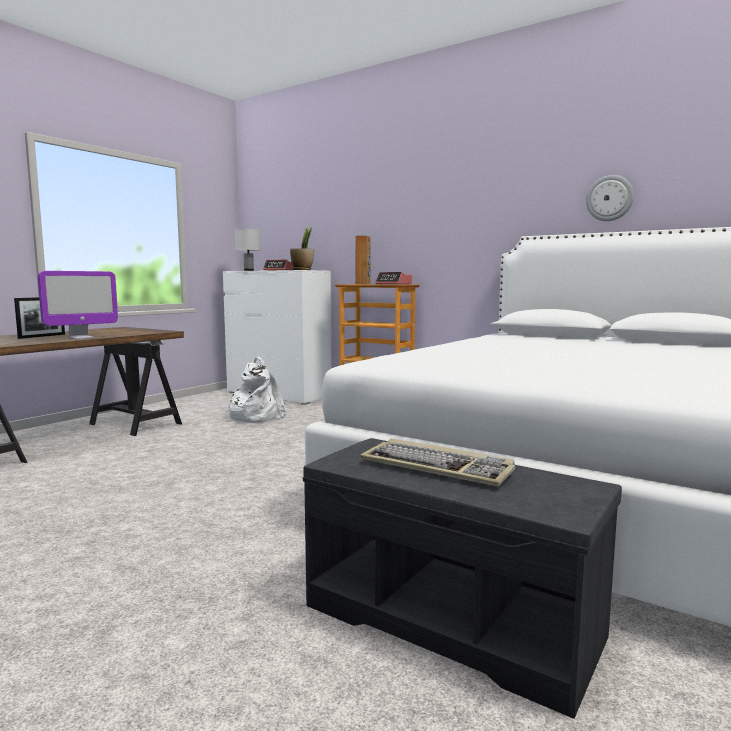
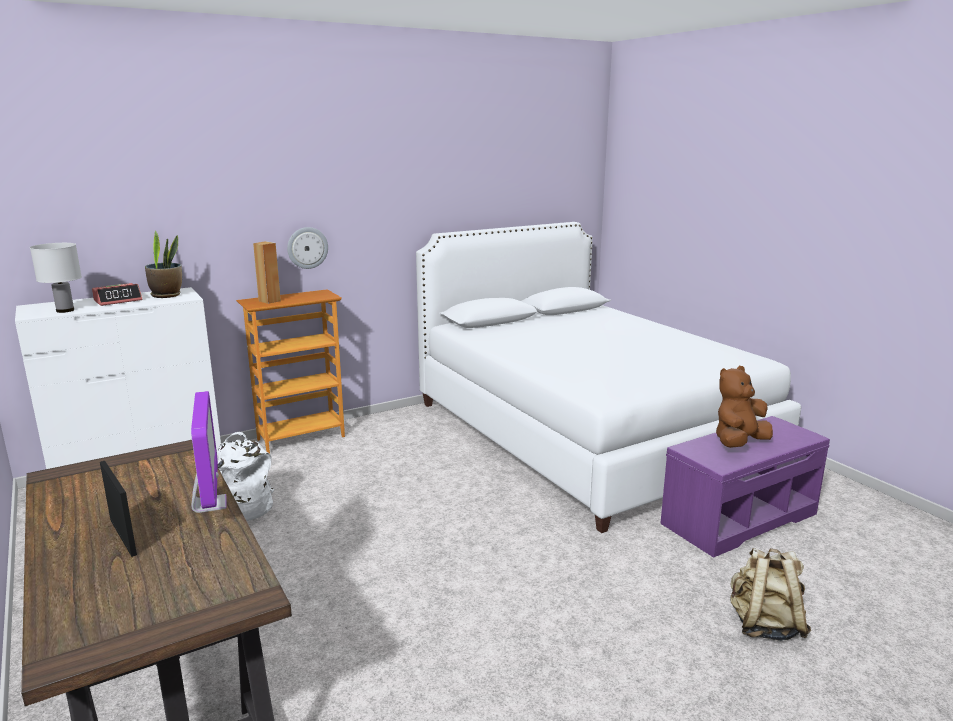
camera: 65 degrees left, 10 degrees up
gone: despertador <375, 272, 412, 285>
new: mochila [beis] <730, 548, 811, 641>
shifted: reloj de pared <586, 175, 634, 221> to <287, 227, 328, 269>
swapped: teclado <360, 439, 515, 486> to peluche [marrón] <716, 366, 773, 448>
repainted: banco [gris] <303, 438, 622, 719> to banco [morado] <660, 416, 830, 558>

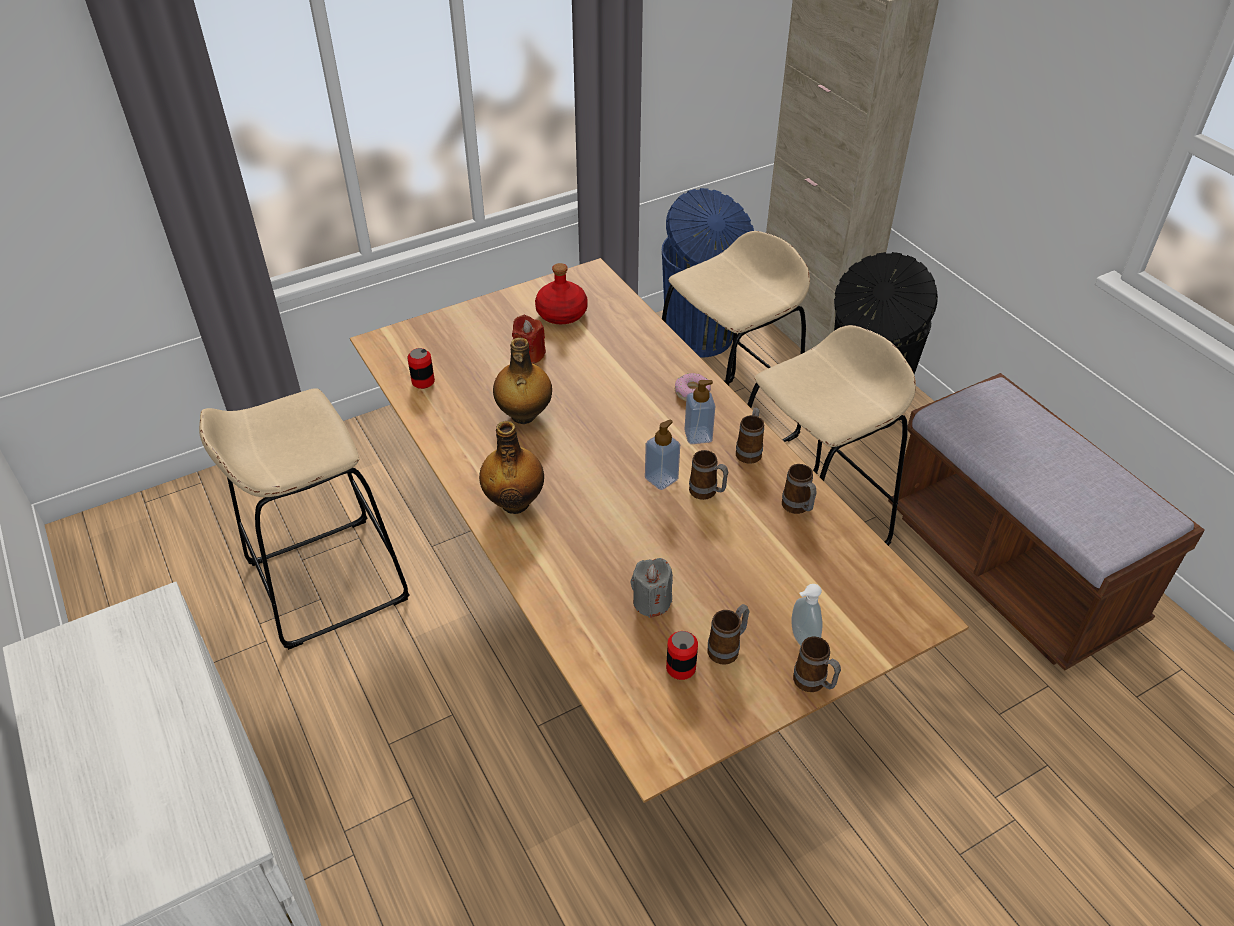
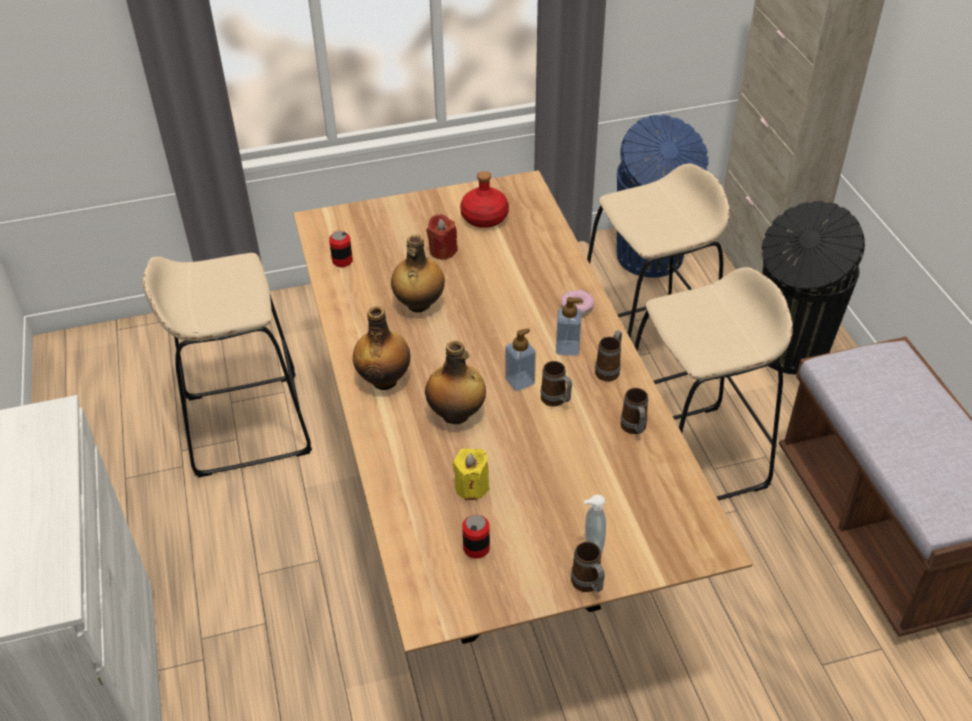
camera: 15 degrees right, 0 degrees up
gone: taza grande <707, 604, 750, 665>
new: botella <425, 340, 486, 424>
repainted: vela [gris] <630, 558, 673, 618> to vela [amarillo] <452, 448, 490, 501>

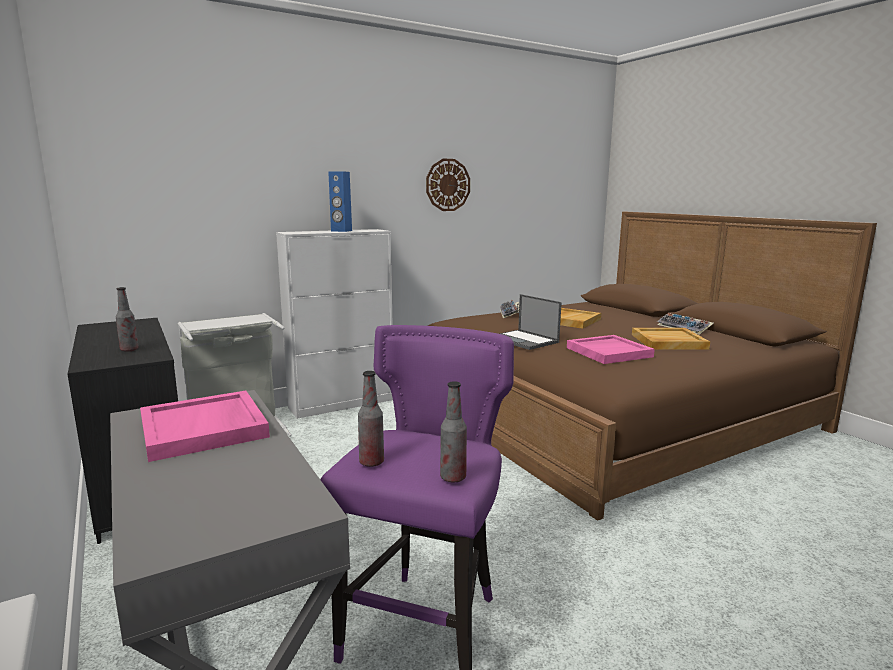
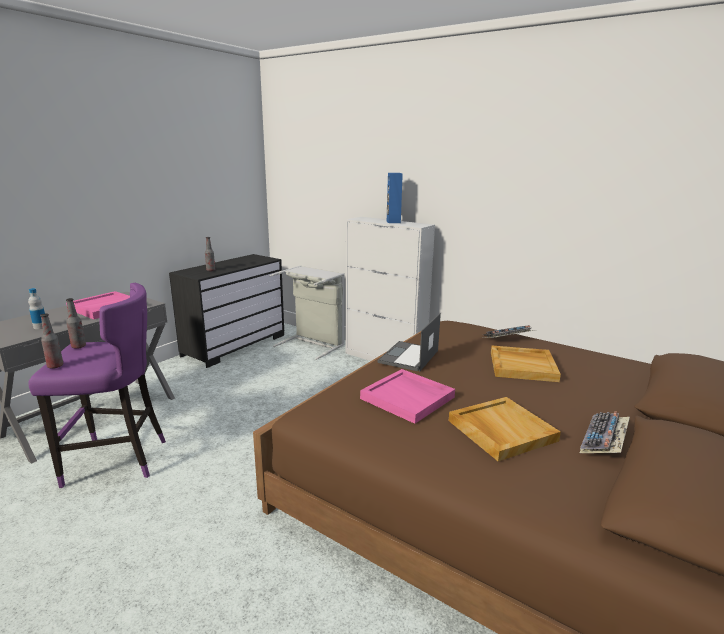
camera: 65 degrees right, 5 degrees up
gone: reloj de pared <426, 159, 470, 211>
new: botella <28, 288, 45, 329>

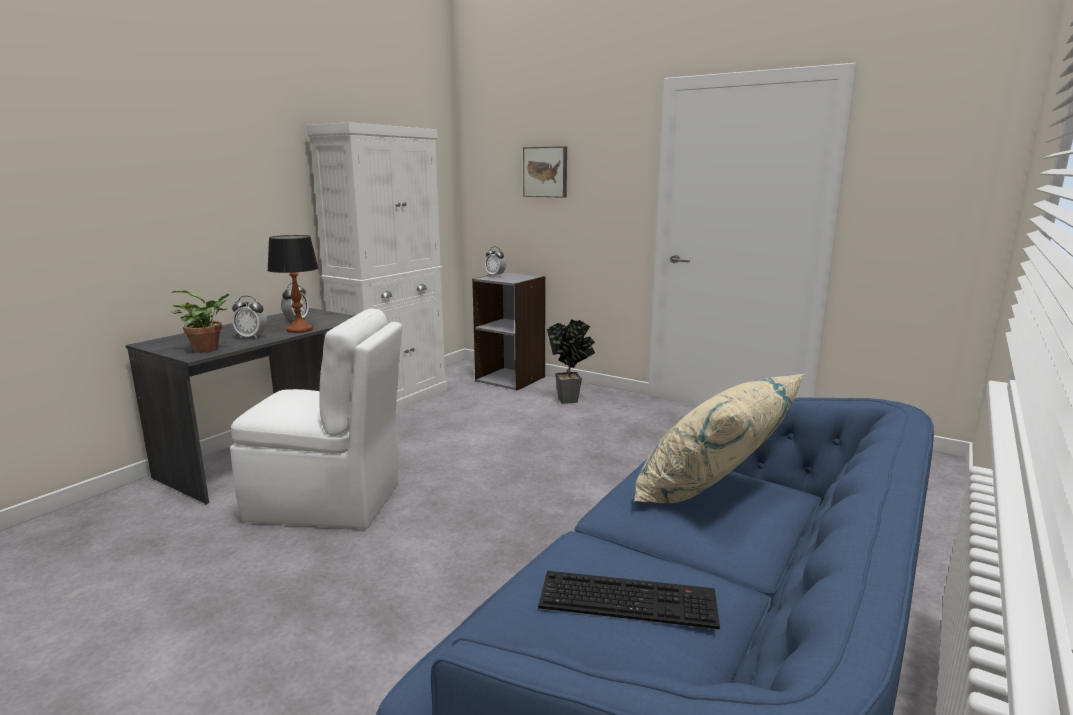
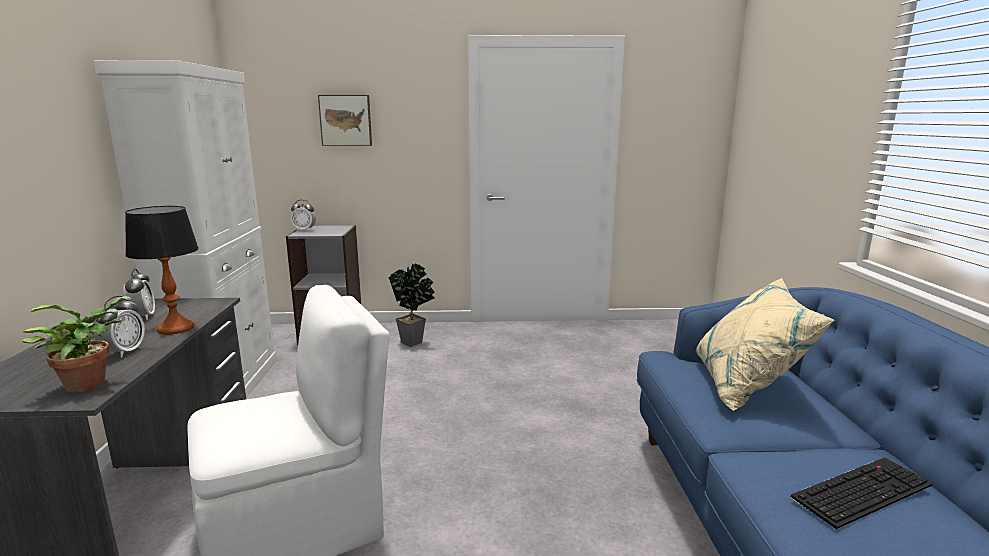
camera: 35 degrees left, 0 degrees up
rotated: despertador <232, 296, 267, 339> = <94, 296, 145, 358> 60 degrees counterclockwise

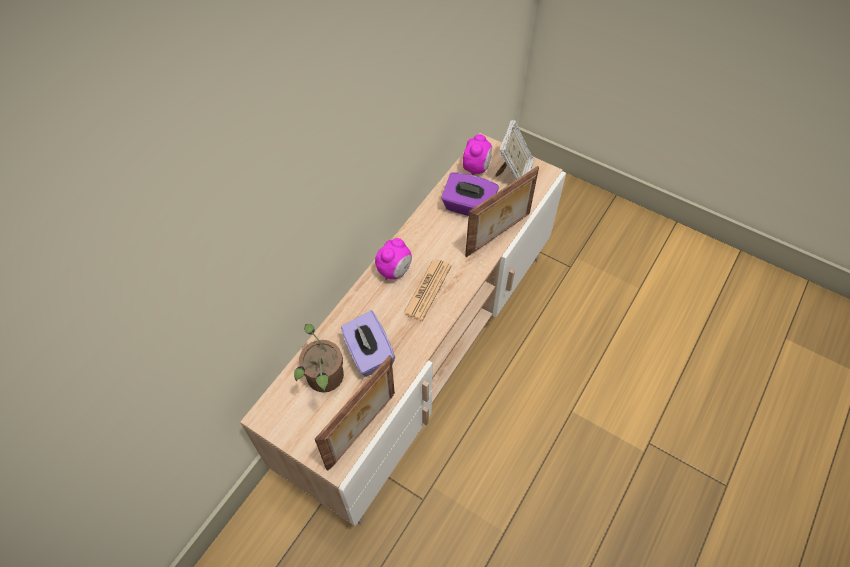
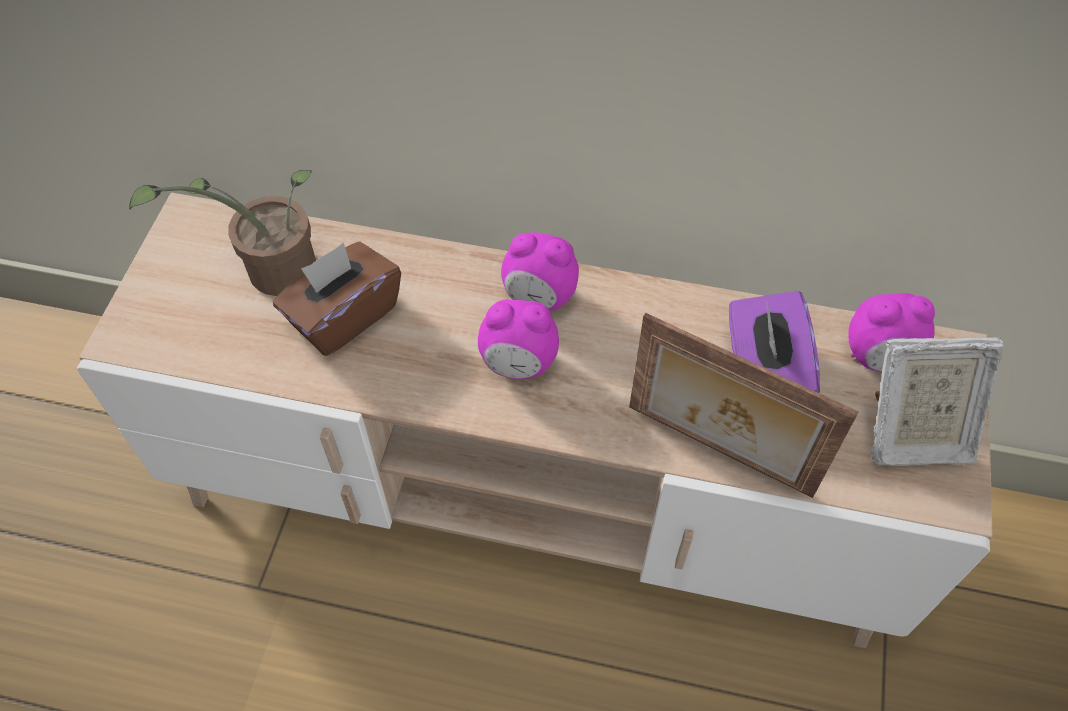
camera: 70 degrees right, 0 degrees up
gone: portarretratos <315, 355, 395, 471>
swapped: periódico <403, 259, 452, 321> to despertador <478, 299, 559, 379>
repainted: caja de pañuelos [morado] <341, 310, 395, 377> to caja de pañuelos [marrón] <273, 242, 401, 356>

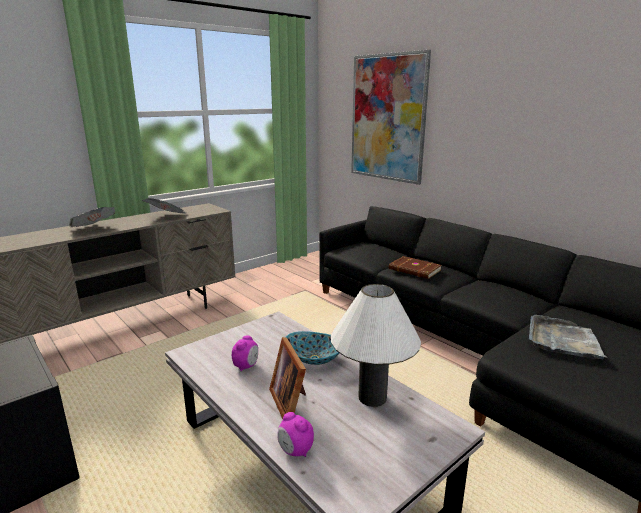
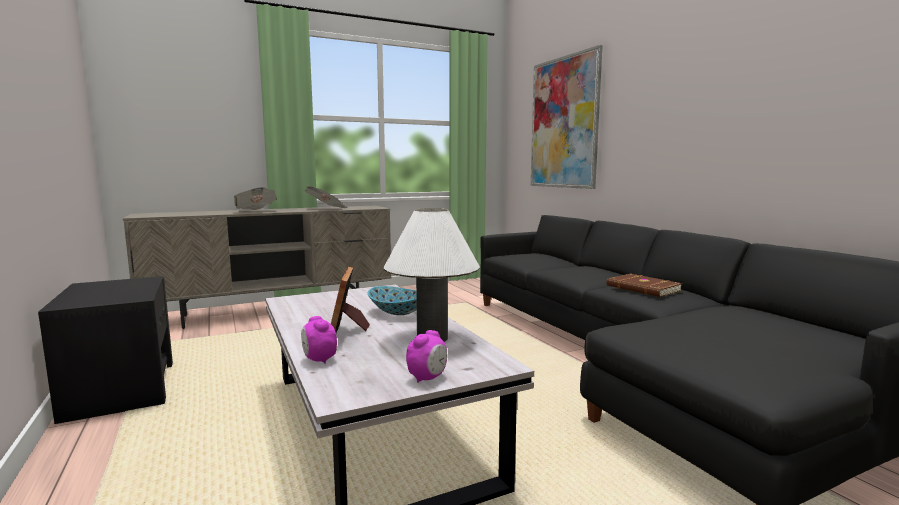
camera: 15 degrees right, 10 degrees down
gone: bandeja [gris] <529, 315, 607, 359>
shifted: despertador <232, 336, 258, 371> to <406, 330, 447, 383>; libro [marrón] <389, 256, 442, 279> to <607, 274, 682, 297>

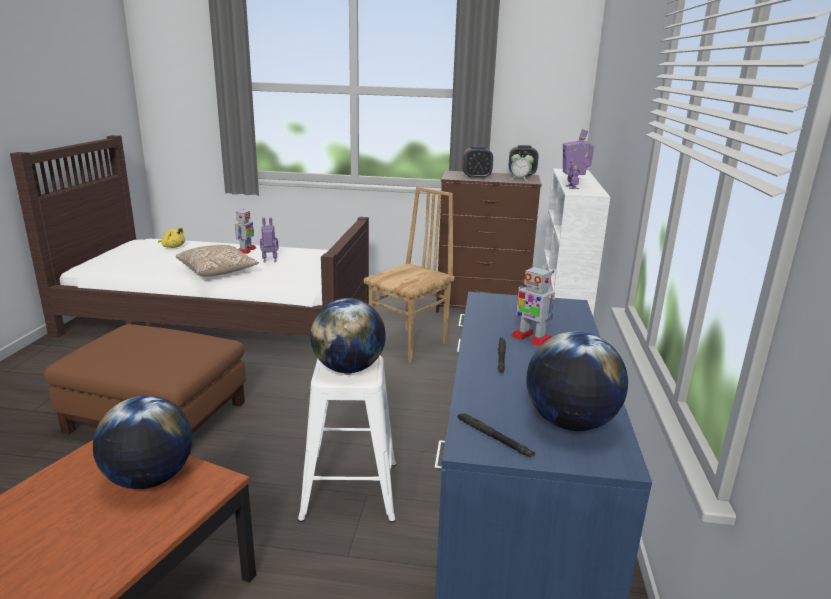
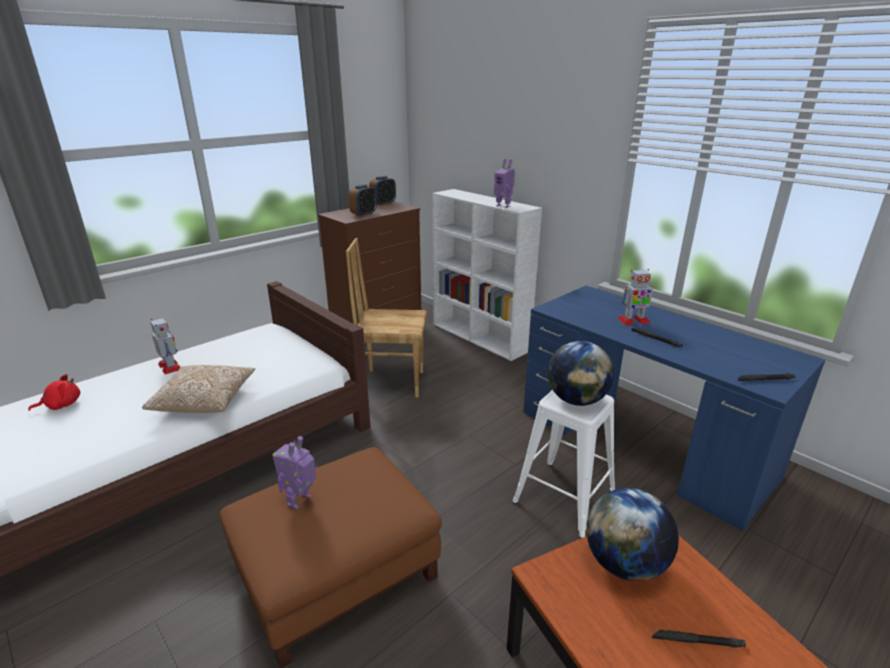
camera: 50 degrees left, 5 degrees up
gone: despertador <511, 154, 534, 181>; globo terráqueo <527, 331, 628, 431>
new: linterna [negro] <652, 630, 746, 648>
shifted: robot de juguete <260, 217, 278, 263> to <272, 436, 316, 509>
repainted: peluche [amarillo] <158, 227, 185, 248> to peluche [rojo] <28, 374, 80, 411>
rotated: silla [marrón] <364, 187, 454, 363> = <346, 238, 427, 397> 75 degrees counterclockwise

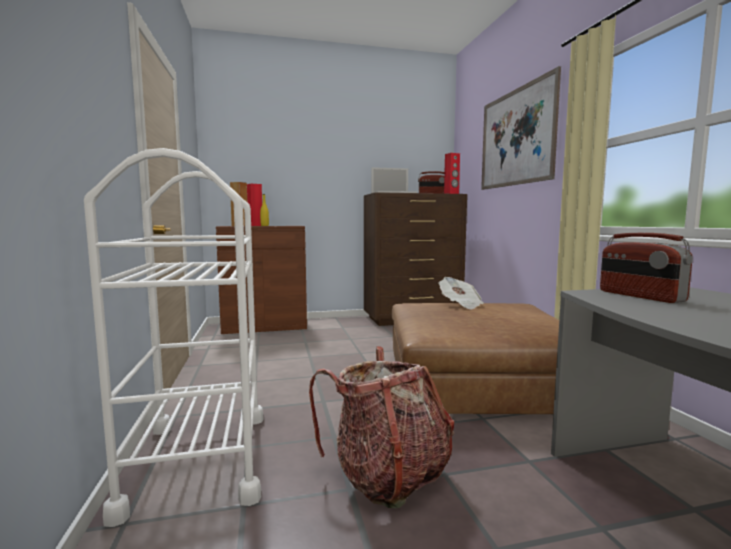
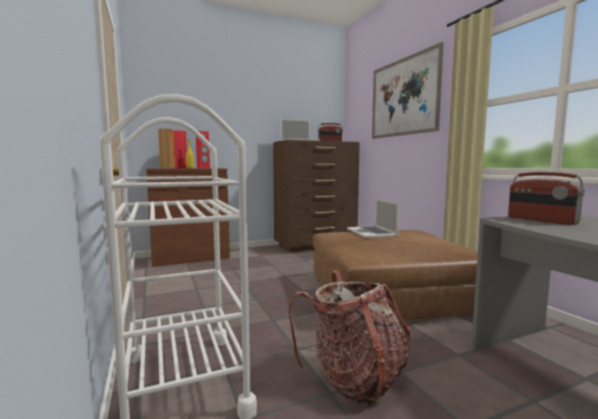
camera: 10 degrees left, 0 degrees up
shifted: altavoz [rojo] <444, 153, 460, 194> to <196, 131, 210, 168>
swapped: periódico <438, 277, 484, 310> to portátil <347, 199, 400, 238>

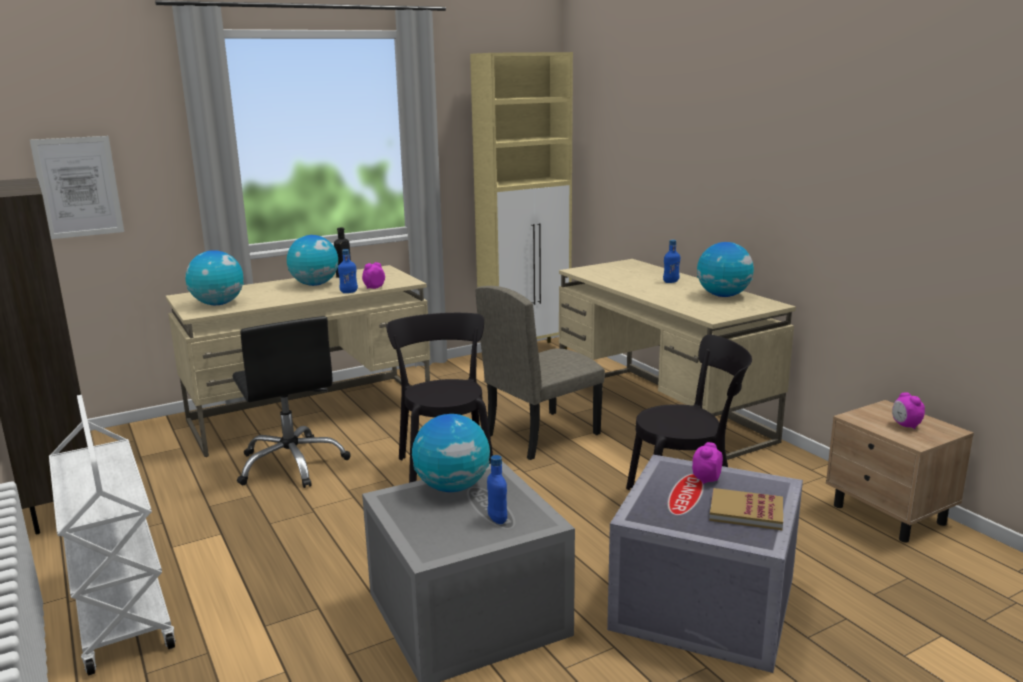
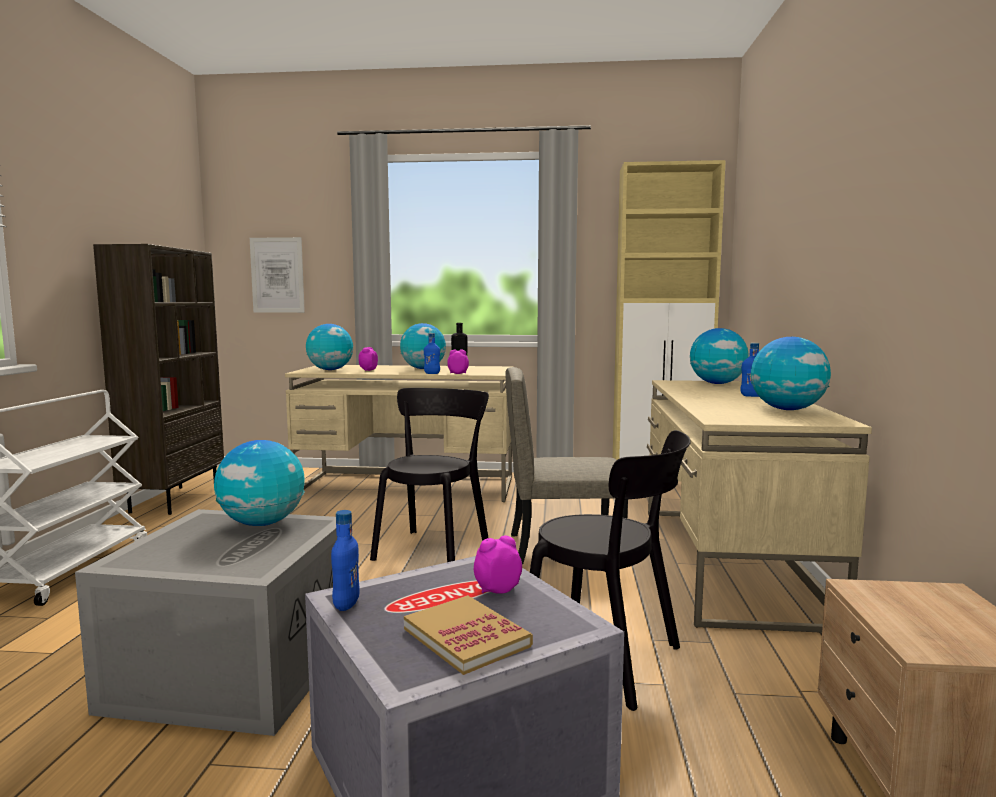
camera: 35 degrees right, 10 degrees down
gone: silla de oficina [negro] <232, 316, 350, 488>
new: globo terráqueo <690, 328, 749, 384>
shifted: botella [azul] <487, 455, 507, 524> to <331, 510, 360, 611>; despertador <892, 392, 925, 429> to <358, 347, 378, 371>

